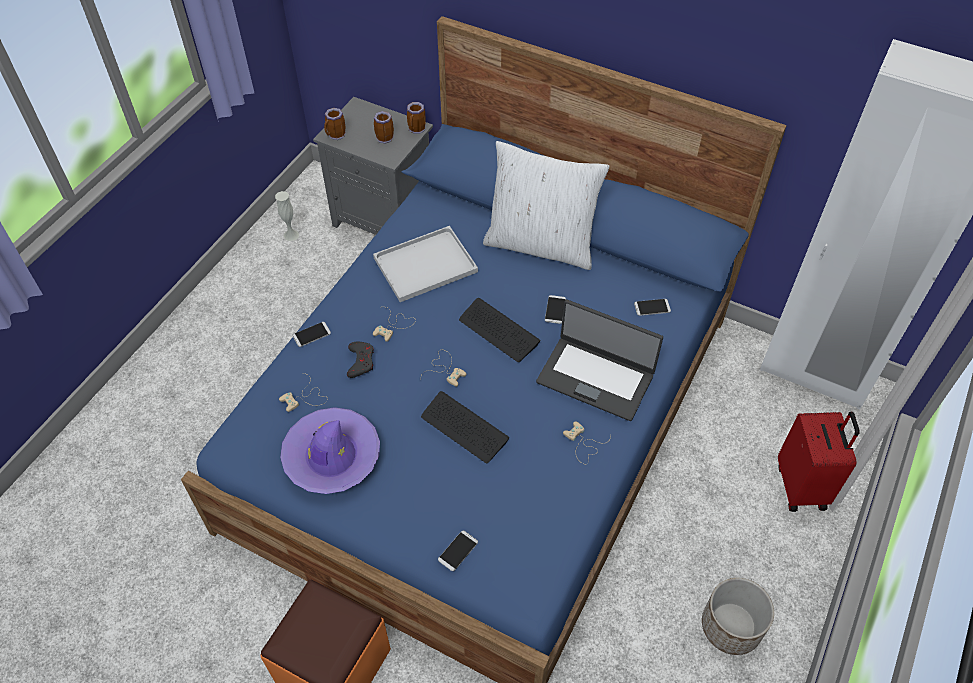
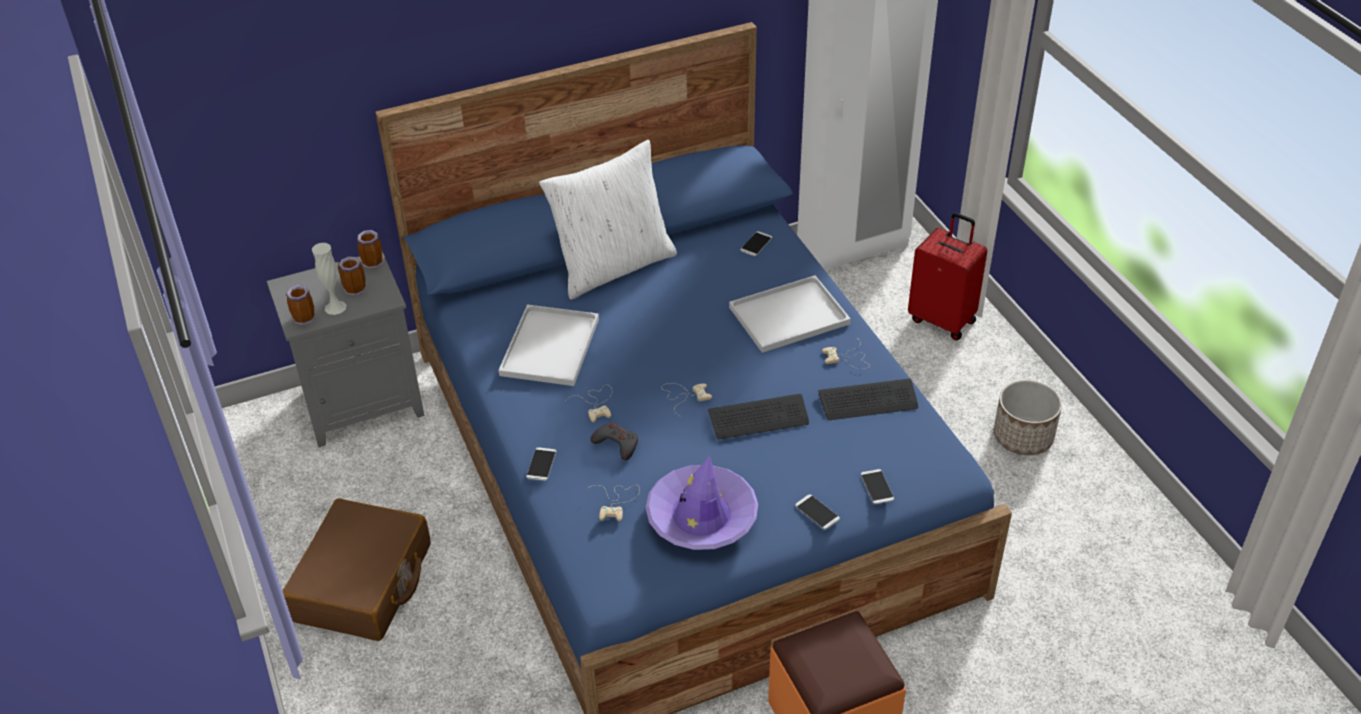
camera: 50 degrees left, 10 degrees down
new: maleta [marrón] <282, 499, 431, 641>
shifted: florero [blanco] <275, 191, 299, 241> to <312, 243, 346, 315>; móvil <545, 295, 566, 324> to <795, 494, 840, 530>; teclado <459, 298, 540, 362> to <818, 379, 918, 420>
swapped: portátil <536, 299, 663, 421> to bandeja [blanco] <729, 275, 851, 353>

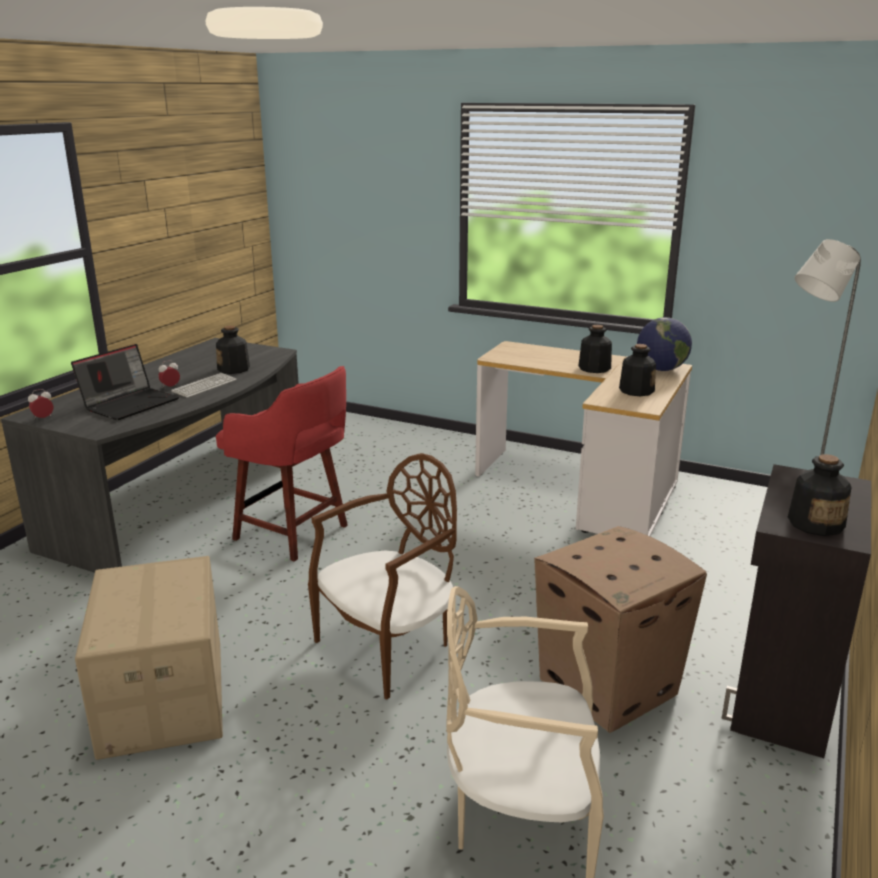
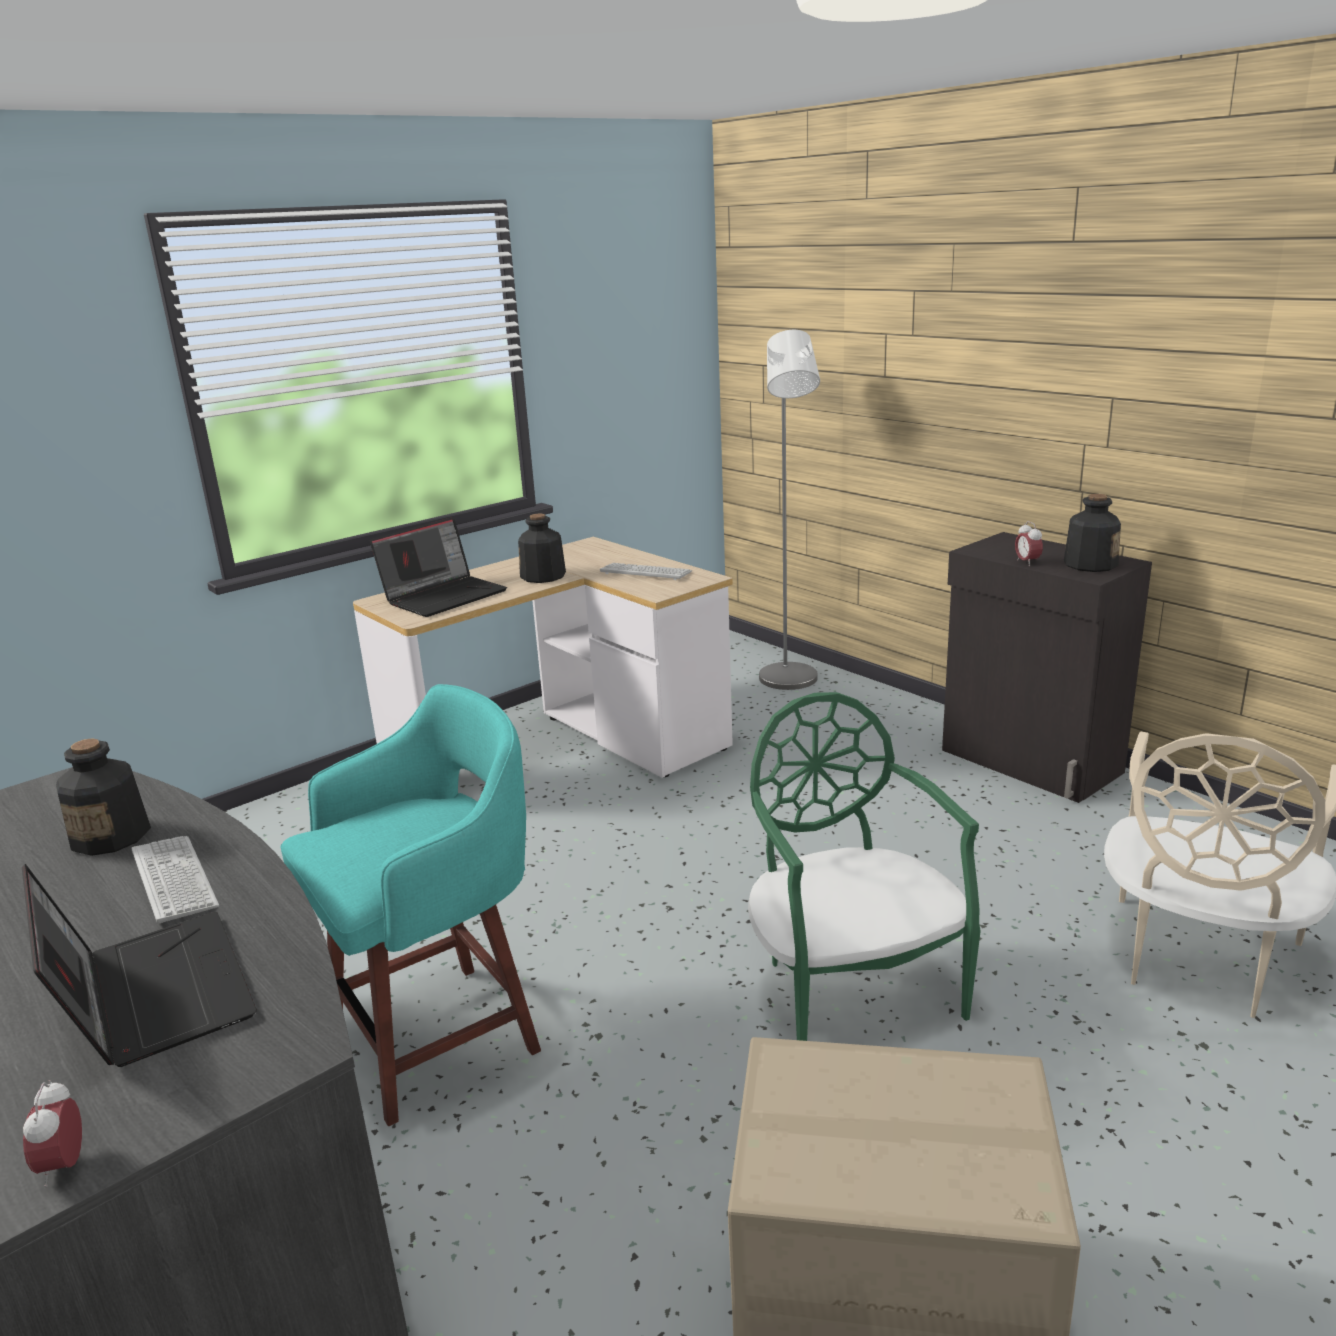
camera: 65 degrees left, 0 degrees up
gone: caja de cartón <534, 526, 707, 733>; globo terráqueo <637, 317, 692, 371>
new: portátil <370, 517, 507, 617>
shifted: despertador <158, 360, 180, 388> to <1015, 521, 1043, 566>
swapped: botella <619, 344, 656, 396> to teclado <600, 563, 692, 580>
repainted: taburete [rojo] <216, 366, 348, 562> to taburete [turquesa] <281, 684, 541, 1126>; silla [marrón] <308, 453, 457, 699> to silla [verde] <748, 692, 981, 1041>

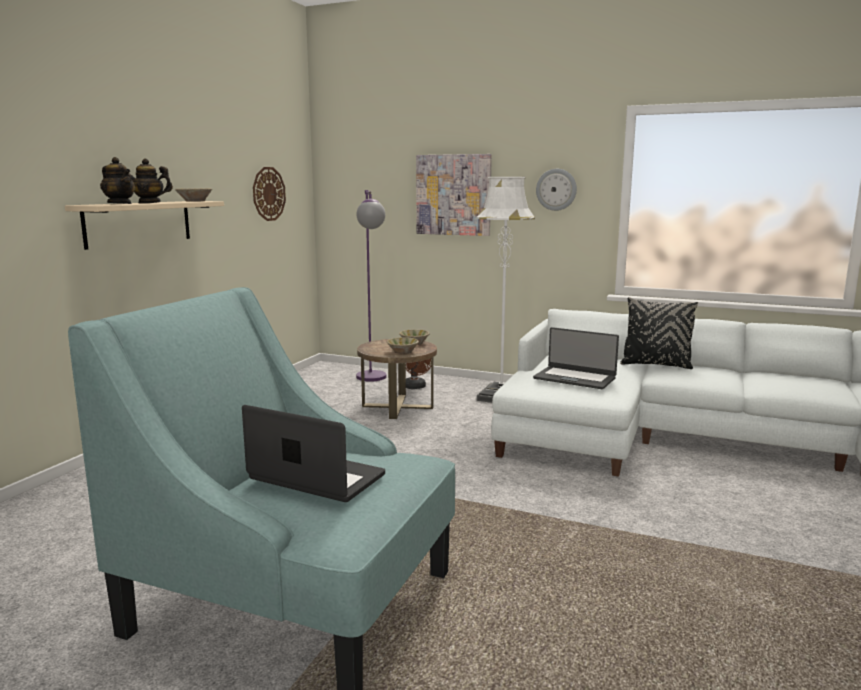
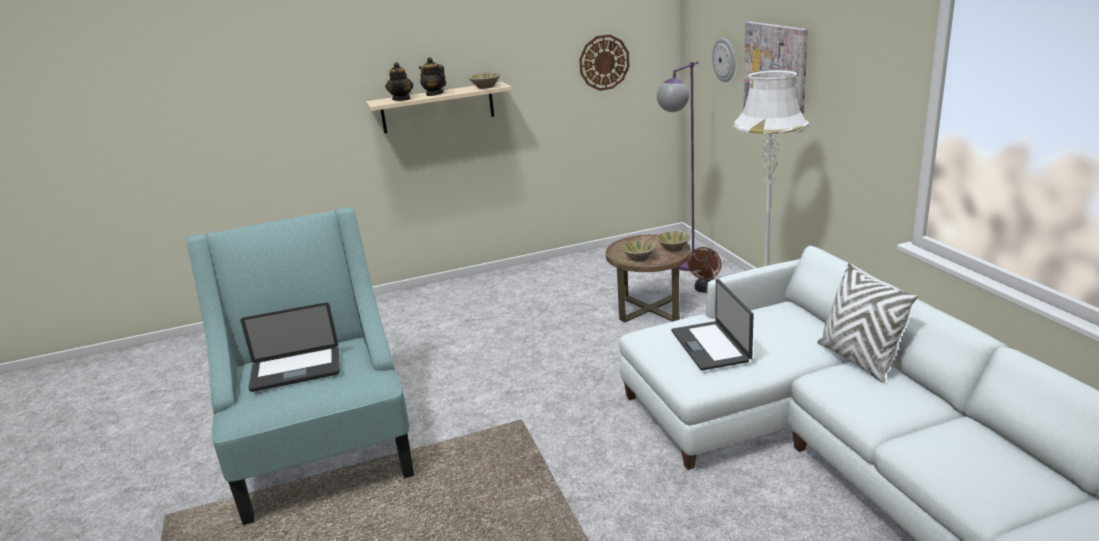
camera: 50 degrees right, 10 degrees up
shifted: reloj de pared <536, 169, 577, 211> to <712, 38, 735, 82>
repainted: cojín [negro] <620, 297, 698, 369> to cojín [blanco] <818, 262, 918, 383>
rotated: portátil <242, 405, 385, 502> = <241, 303, 340, 392> 90 degrees clockwise

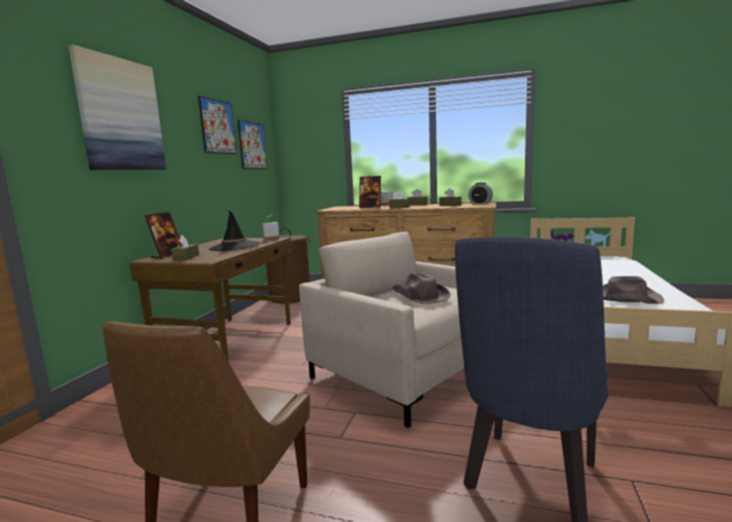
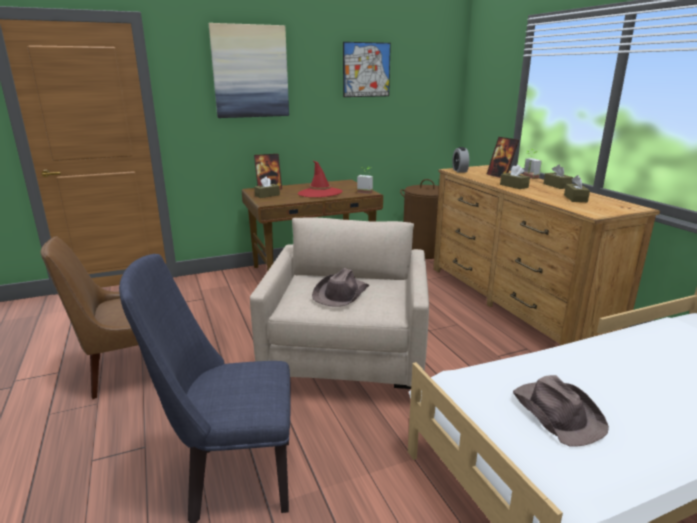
camera: 50 degrees right, 10 degrees up
gone: cuadro <238, 120, 267, 169>
shifted: despertador <468, 182, 493, 204> to <452, 147, 469, 173>
repainted: sombrero [negro] <209, 211, 260, 251> to sombrero [rojo] <298, 161, 343, 197>

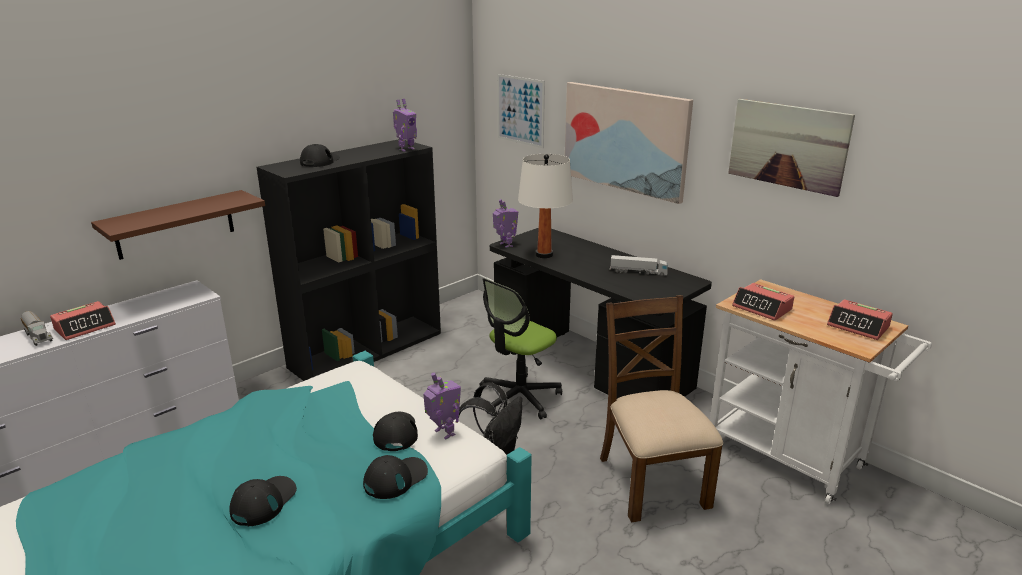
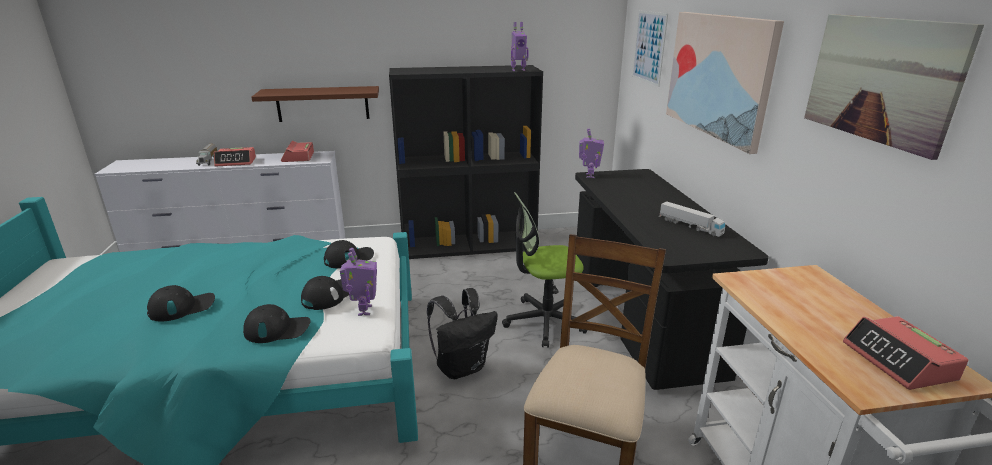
camera: 35 degrees right, 0 degrees up
gone: lámpara de mesa [blanco] <518, 154, 573, 258>
shifted: despertador <732, 283, 794, 321> to <281, 140, 314, 162>; gorra [negro] <300, 144, 340, 167> to <324, 240, 374, 268>

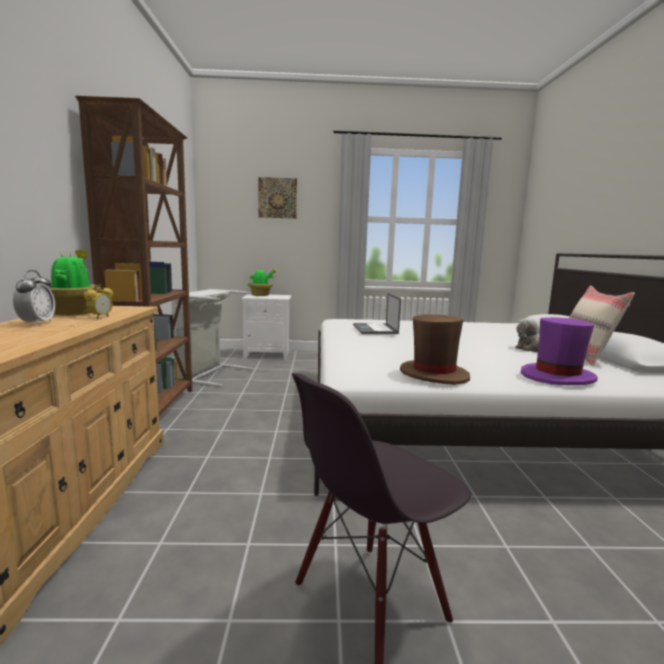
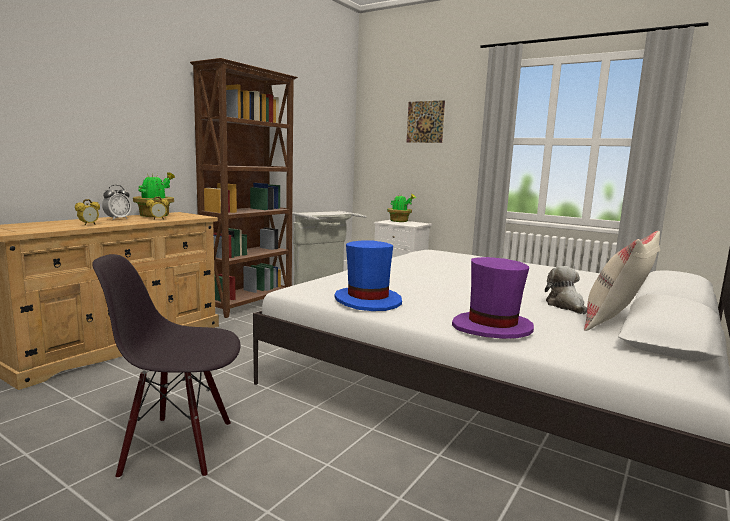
camera: 35 degrees right, 0 degrees up
gone: portátil <353, 293, 401, 334>
new: despertador <75, 199, 100, 225>
repainted: sombrero [marrón] <400, 314, 470, 385> to sombrero [azul] <334, 241, 402, 311>

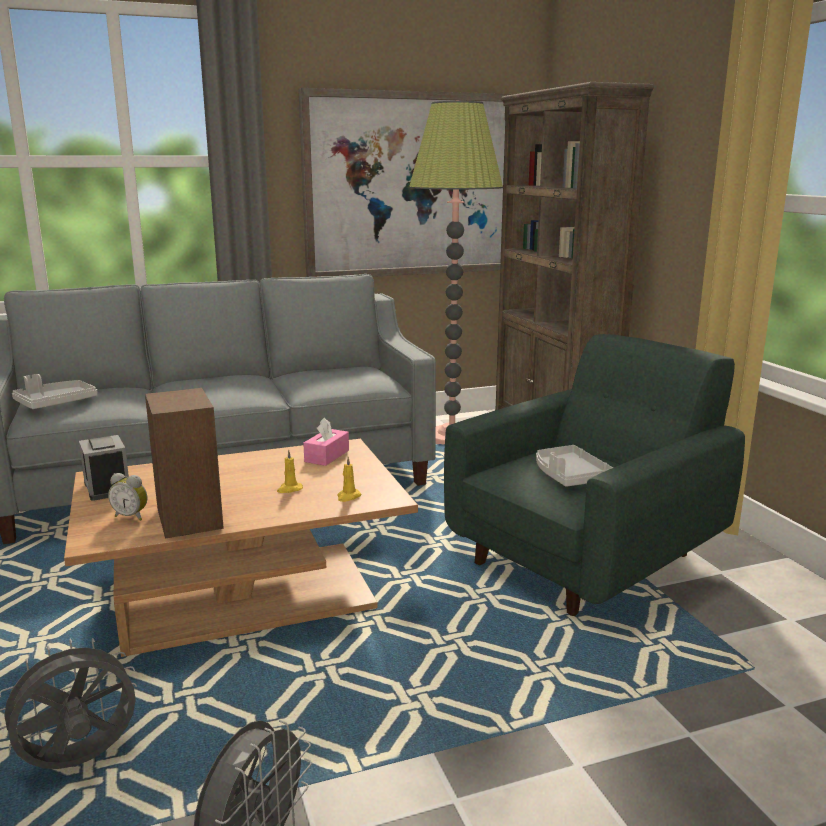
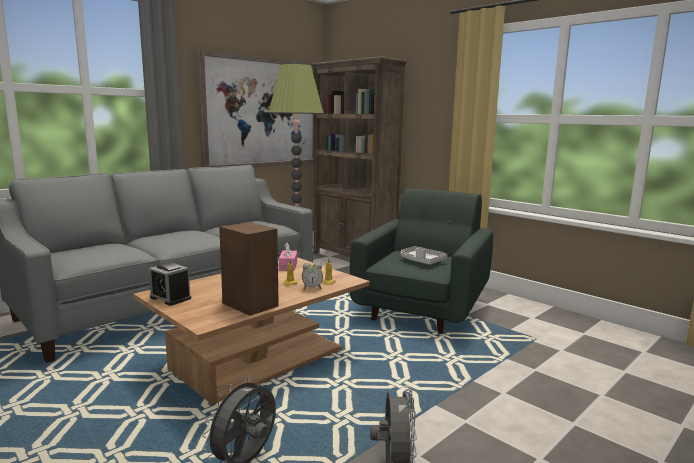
camera: 25 degrees left, 5 degrees down
gone: bandeja [gris] <12, 374, 98, 409>
shifted: despertador <108, 473, 147, 521> to <302, 262, 323, 289>

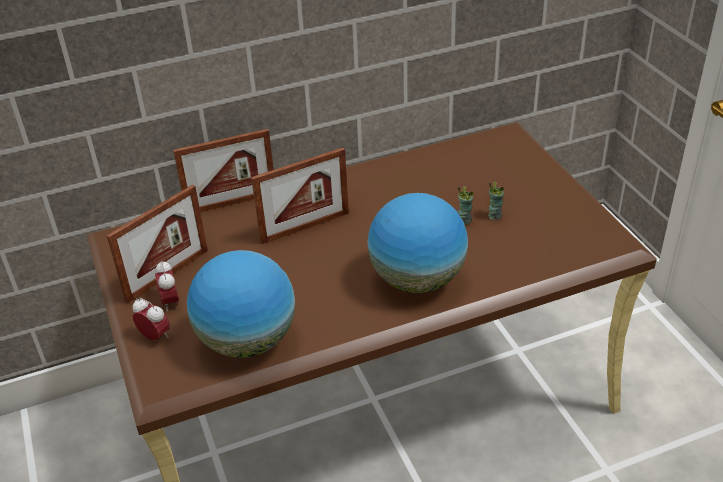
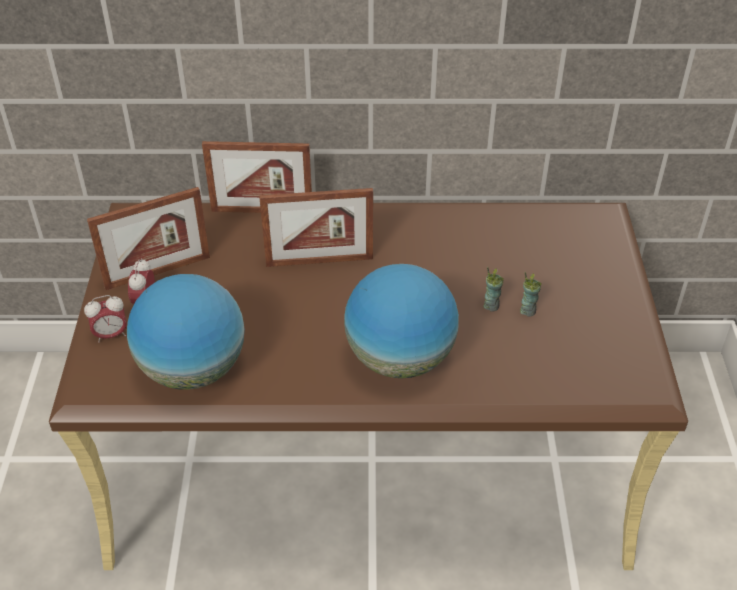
camera: 20 degrees right, 5 degrees up
rotated: despertador <132, 298, 170, 341> = <84, 295, 127, 343> 105 degrees clockwise

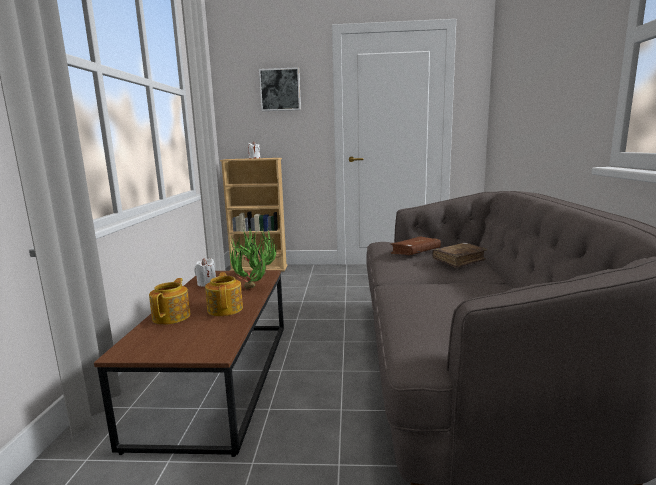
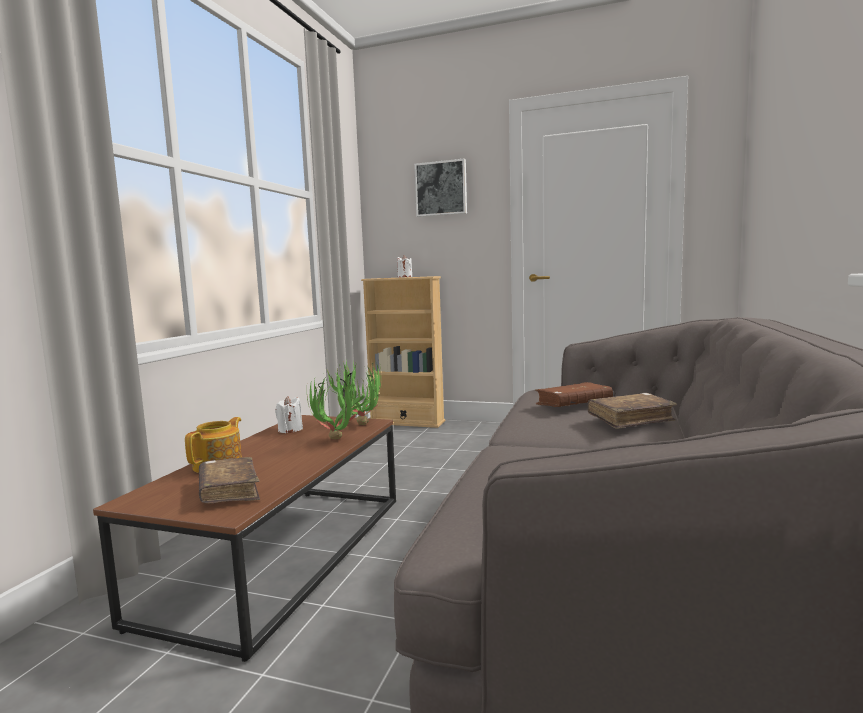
camera: 15 degrees right, 5 degrees down
gone: tetera <205, 272, 243, 316>
new: libro [marrón] <199, 457, 260, 504>

